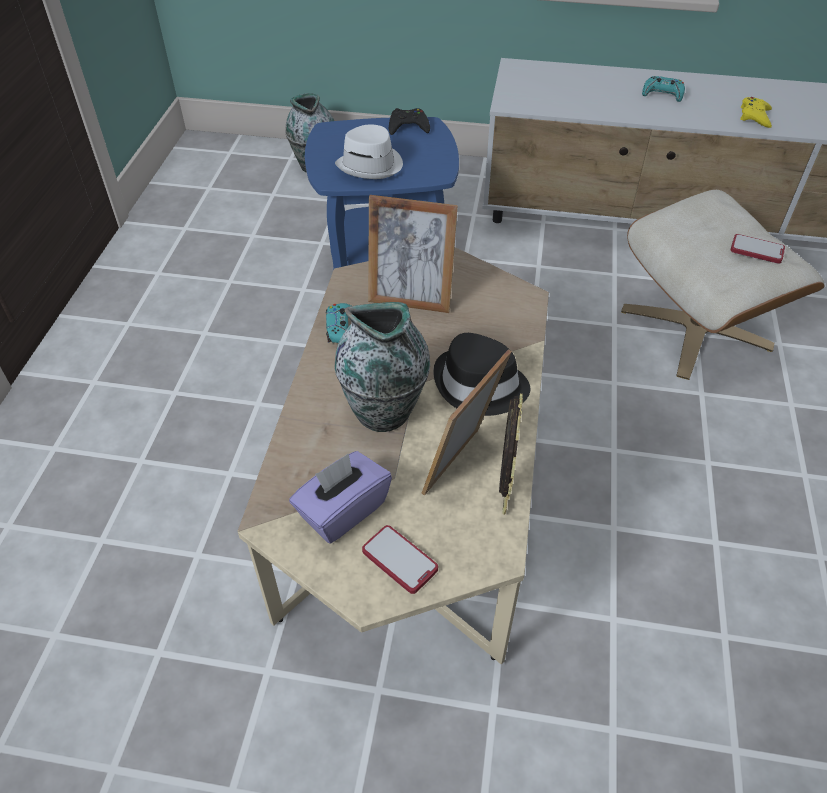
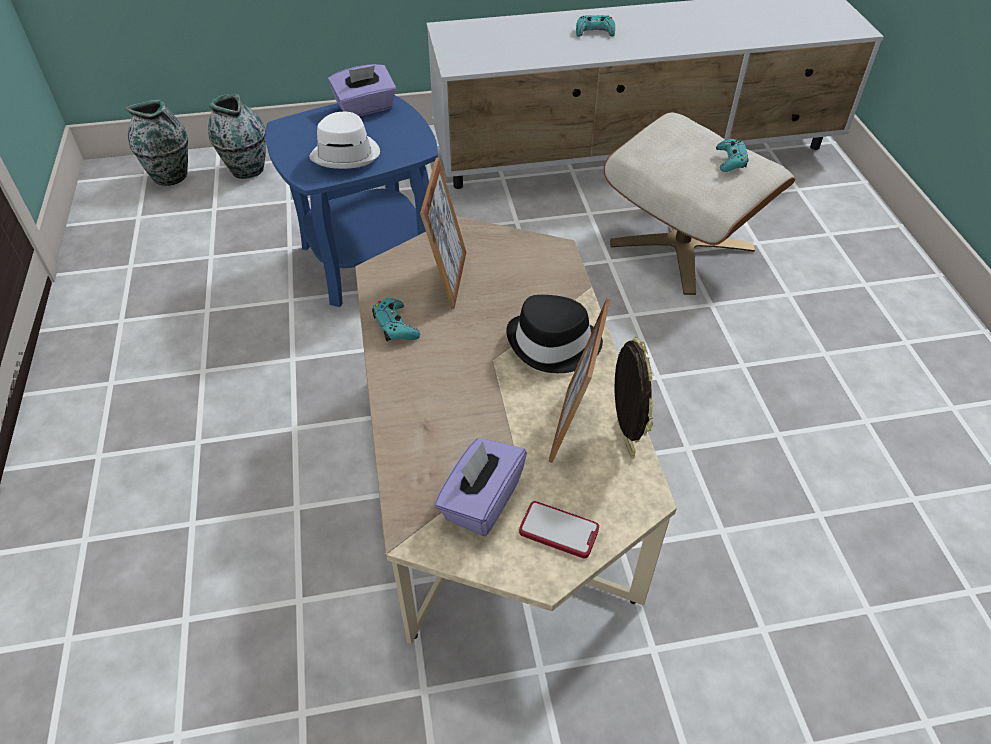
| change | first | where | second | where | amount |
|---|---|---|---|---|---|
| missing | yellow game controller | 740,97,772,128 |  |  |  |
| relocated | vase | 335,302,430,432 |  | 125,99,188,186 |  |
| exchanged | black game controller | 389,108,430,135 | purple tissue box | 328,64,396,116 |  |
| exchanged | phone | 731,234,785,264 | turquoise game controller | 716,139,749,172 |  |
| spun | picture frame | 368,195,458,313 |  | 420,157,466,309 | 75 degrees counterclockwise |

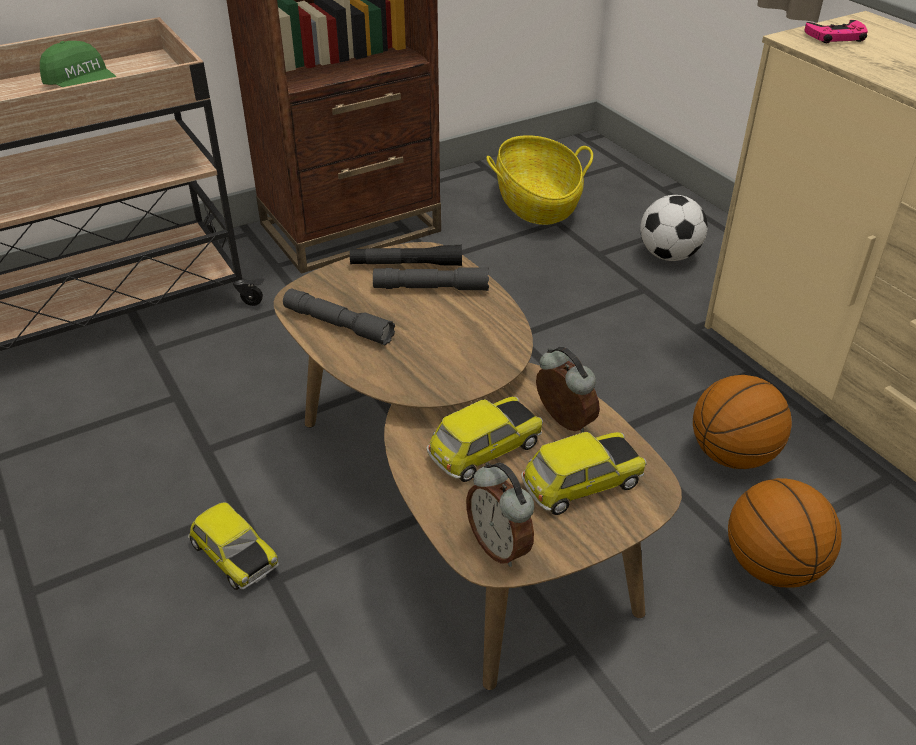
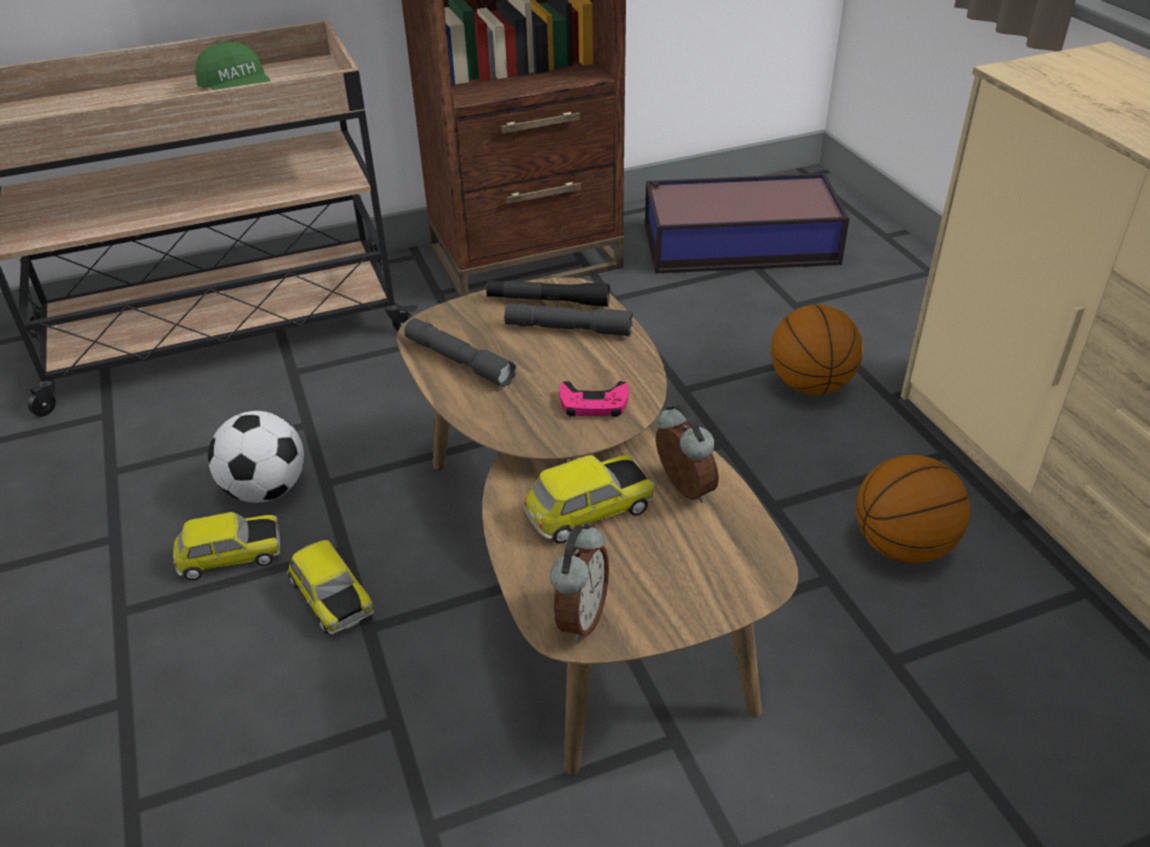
| change | first | where | second | where | amount |
|---|---|---|---|---|---|
| relocated | toy car | 521,432,647,515 |  | 173,512,280,580 |  |
| relocated | football | 640,195,708,261 |  | 208,411,304,503 |  |
| relocated | basketball | 728,478,842,588 |  | 771,304,863,395 |  |
| relocated | pink game controller | 804,20,868,43 |  | 560,381,629,417 |  |
| exchanged | basket | 486,135,593,225 | storage box | 645,173,850,274 |  |
| spun | alarm clock | 466,462,534,567 |  | 550,523,609,642 | 135 degrees counterclockwise |

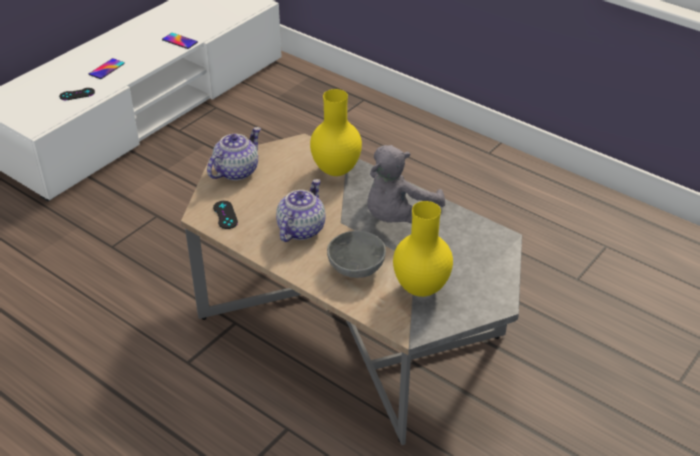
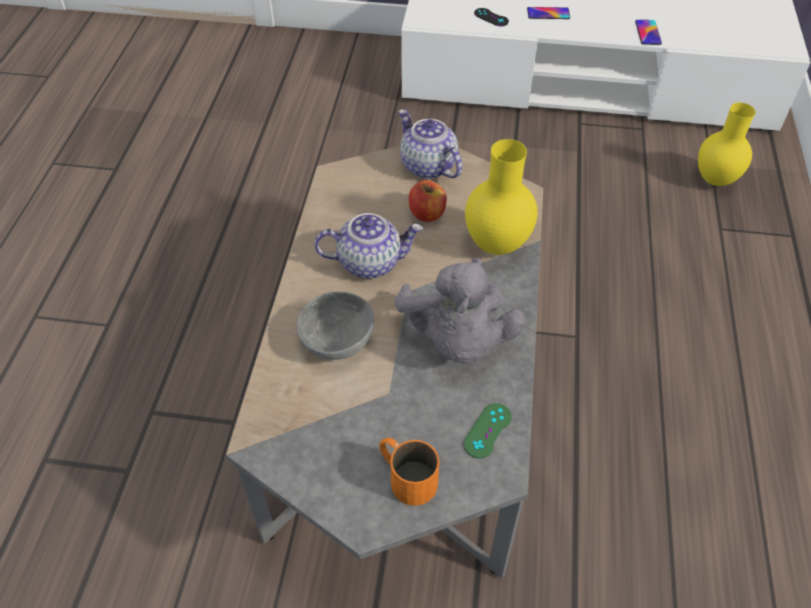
| change | first | where | second | where | amount |
|---|---|---|---|---|---|
| missing | black game controller | 213,201,238,229 |  |  |  |
| appeared |  |  | orange mug | 379,437,439,506 |  |
| appeared |  |  | apple | 409,180,447,222 |  |
| appeared |  |  | green game controller | 464,403,512,458 |  |
| relocated | yellow vase | 393,201,453,297 |  | 698,103,756,186 |  |
| spun | teapot | 207,127,261,181 |  | 399,109,462,179 | 135 degrees counterclockwise |
| spun | grey plush toy | 367,145,445,223 |  | 394,258,525,363 | 105 degrees counterclockwise |

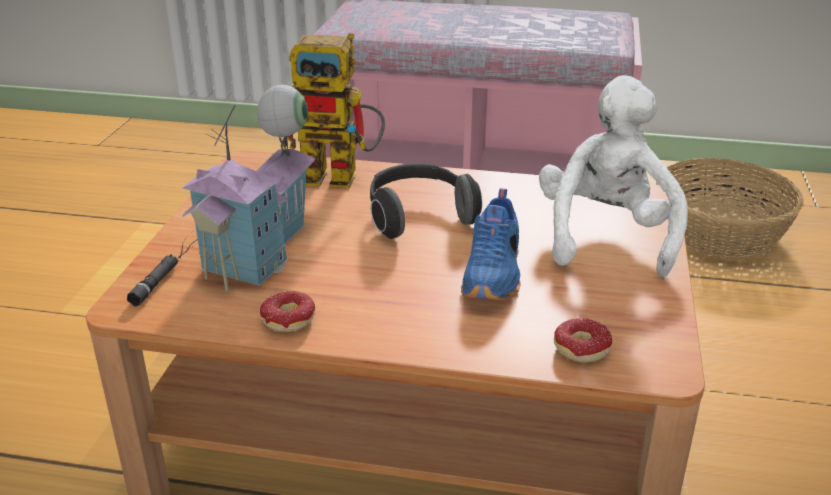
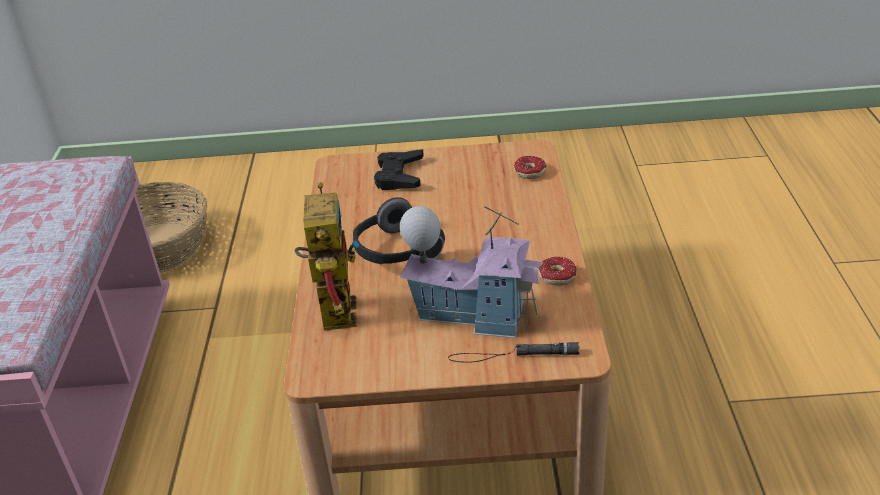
| change | first | where | second | where | amount |
|---|---|---|---|---|---|
| missing | blue shoe | 461,188,520,300 |  |  |  |
| exchanged | white plush toy | 539,75,688,277 | black game controller | 374,149,424,190 |  |

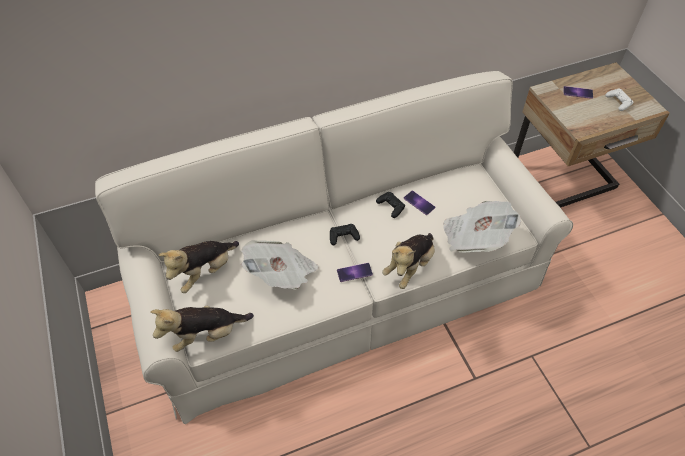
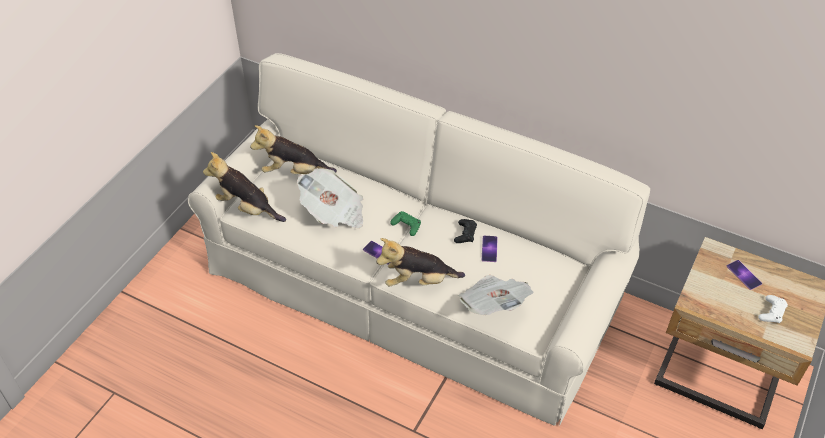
| change | first | where | second | where | amount |
|---|---|---|---|---|---|
| colour | black game controller | 330,224,360,245 | green game controller | 390,211,421,236 |  |

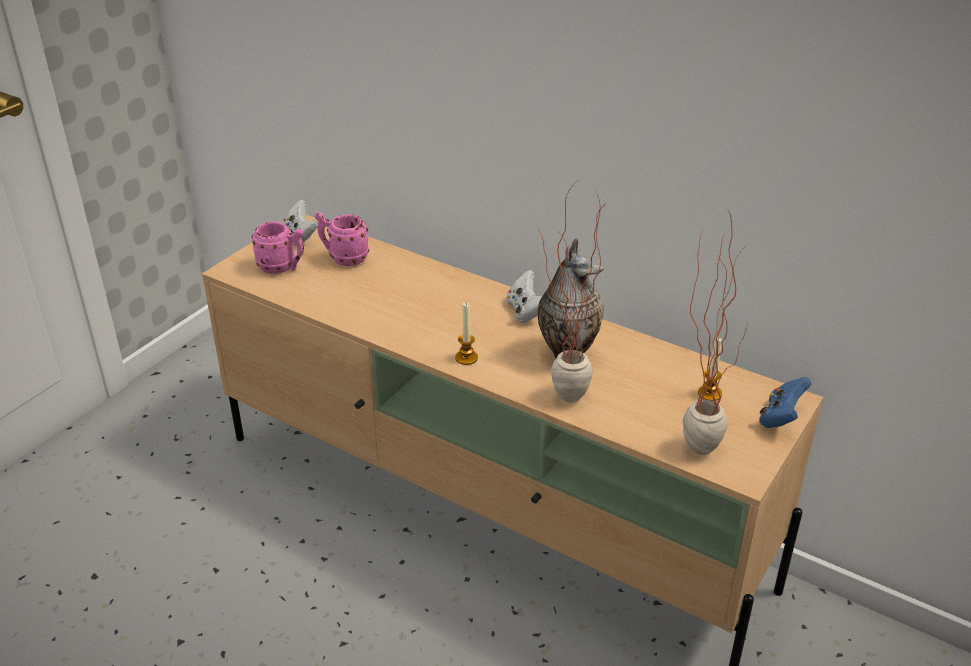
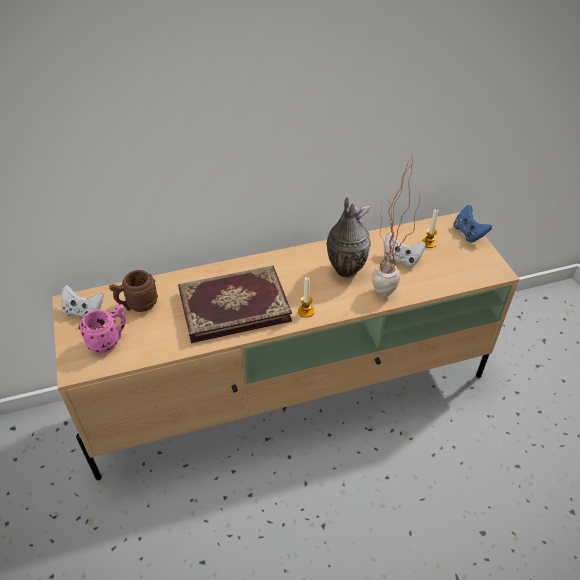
| change | first | where | second | where | amount |
|---|---|---|---|---|---|
| missing | potted plant | 683,211,747,455 |  |  |  |
| appeared |  |  | book | 178,266,292,343 |  |
| relocated | white game controller | 506,270,542,323 |  | 384,232,426,267 |  |
| colour | pink mug | 315,212,369,266 | brown mug | 109,270,158,312 |  |

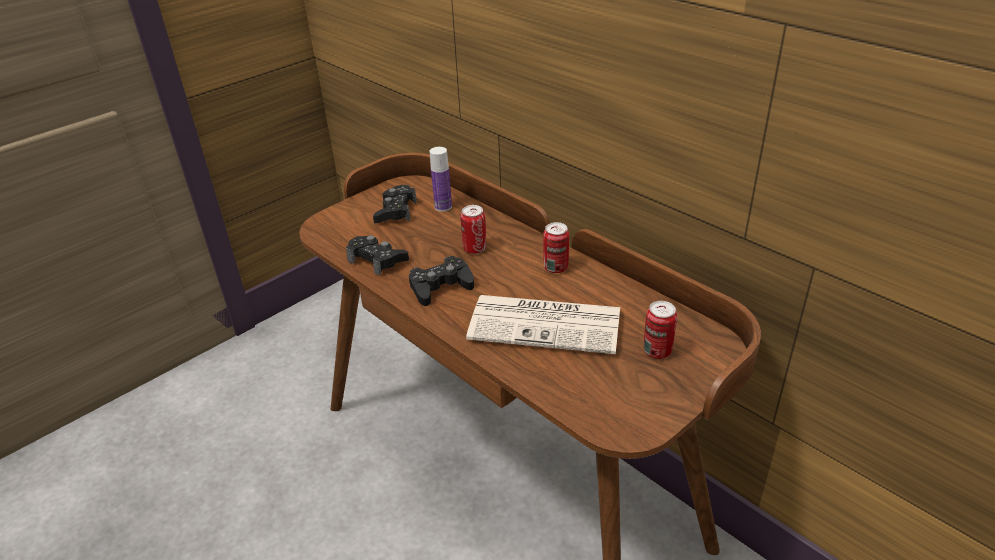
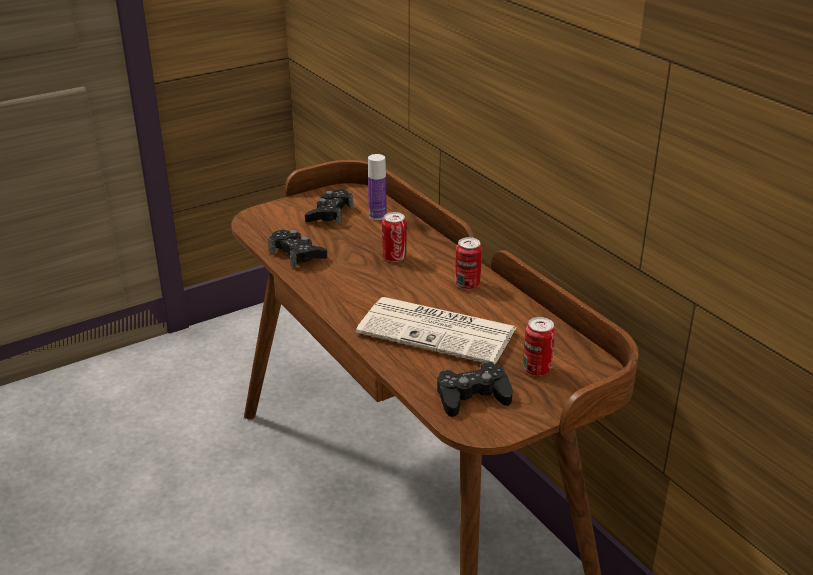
| change | first | where | second | where | amount |
|---|---|---|---|---|---|
| relocated | black game controller | 409,256,474,306 |  | 437,362,513,417 |  |

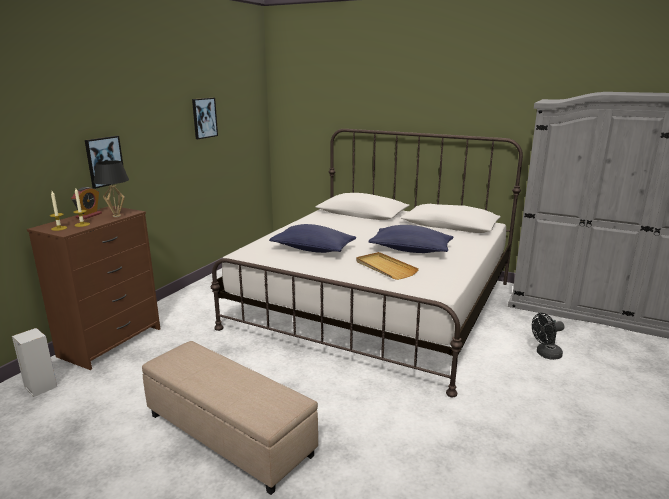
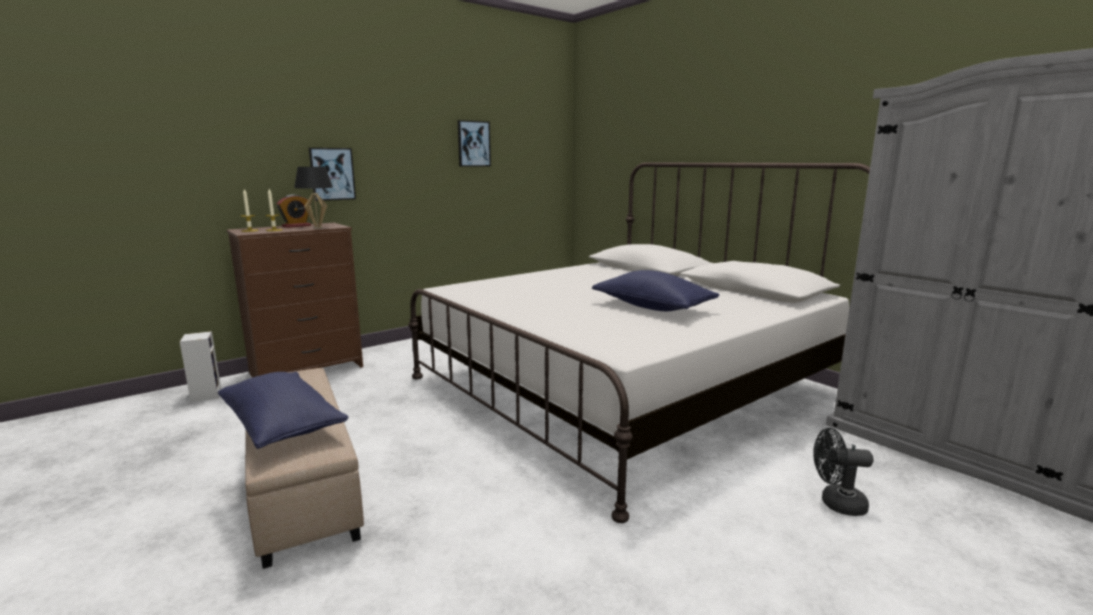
| change | first | where | second | where | amount |
|---|---|---|---|---|---|
| missing | beige tray | 356,252,419,280 |  |  |  |
| relocated | blue pillow | 269,224,356,253 |  | 218,372,348,449 |  |

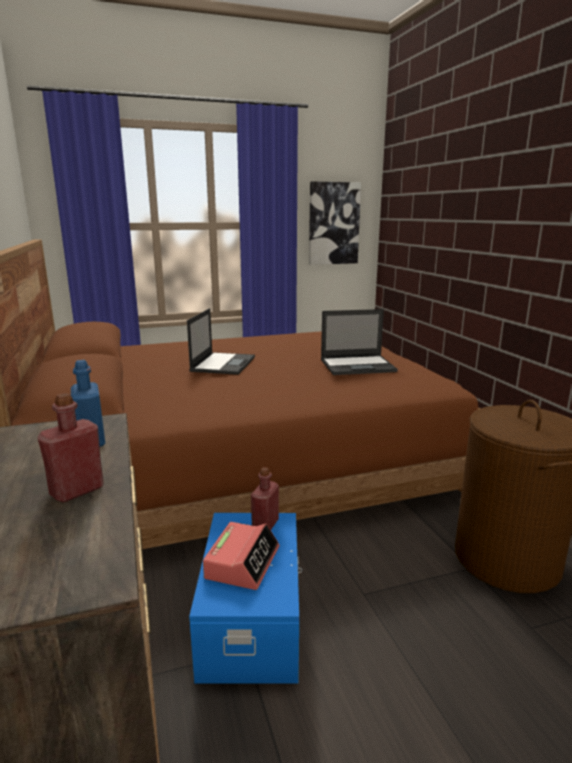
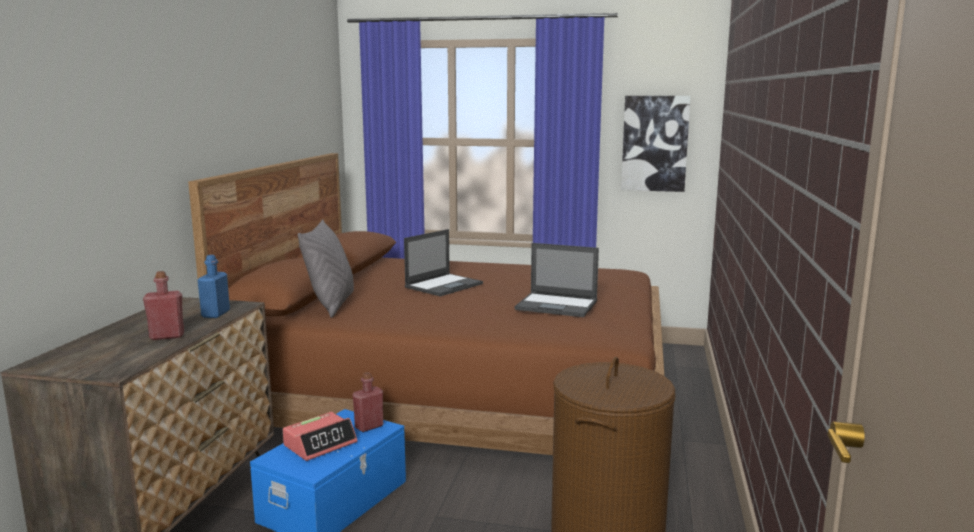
| change | first | where | second | where | amount |
|---|---|---|---|---|---|
| appeared |  |  | grey pillow | 298,220,354,318 |  |

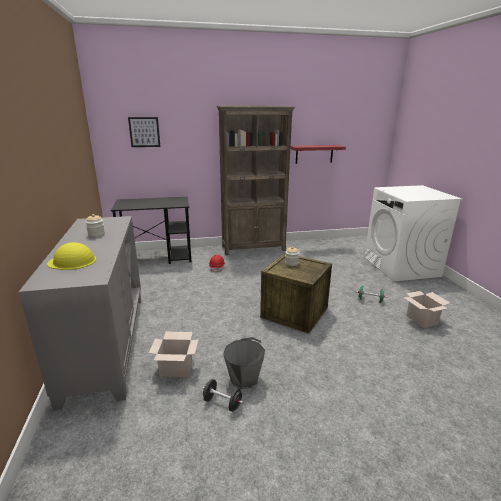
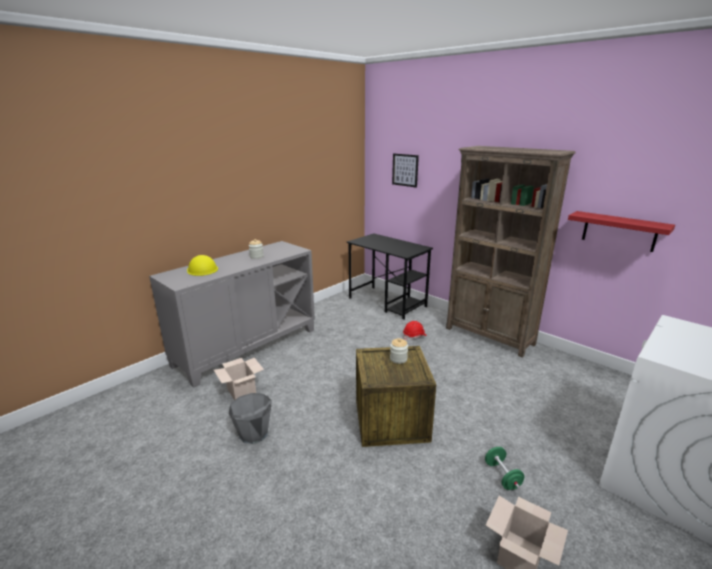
| change | first | where | second | where | amount |
|---|---|---|---|---|---|
| missing | black dumbbell | 202,379,244,412 |  |  |  |

